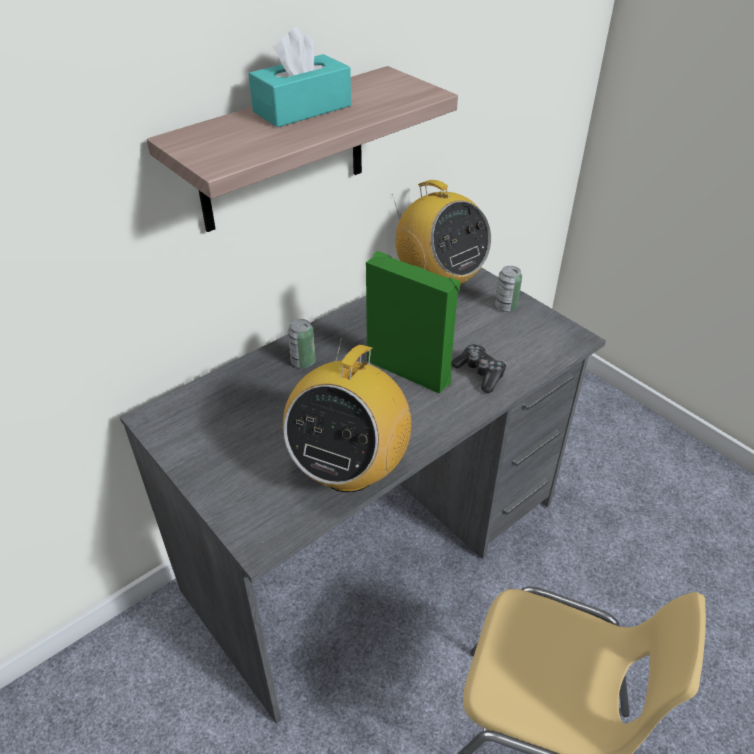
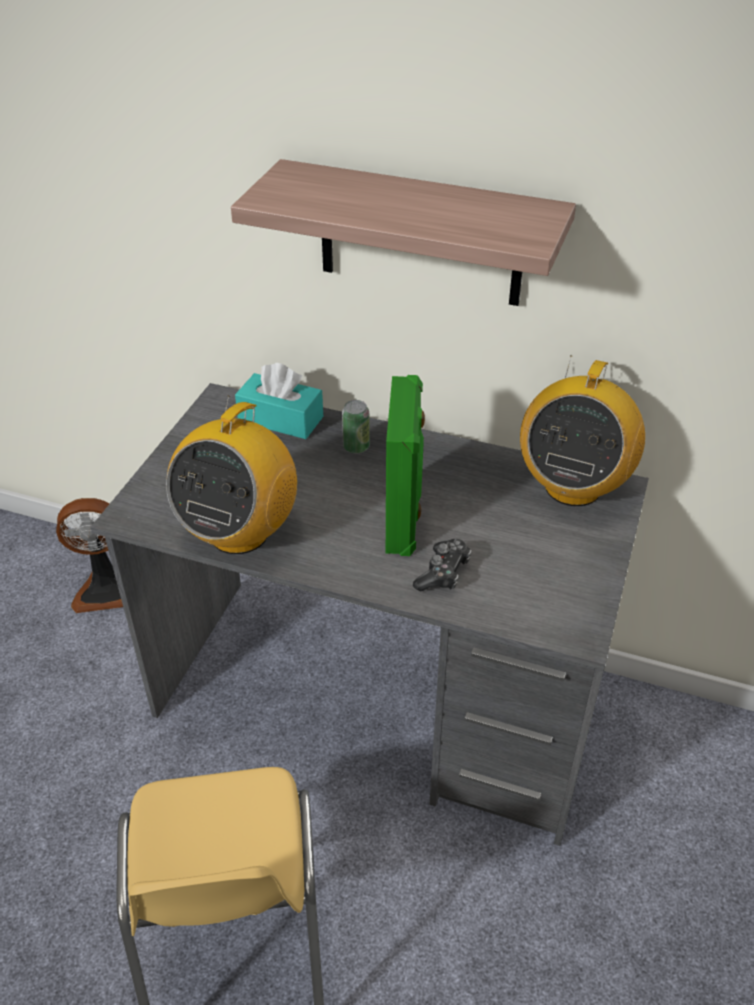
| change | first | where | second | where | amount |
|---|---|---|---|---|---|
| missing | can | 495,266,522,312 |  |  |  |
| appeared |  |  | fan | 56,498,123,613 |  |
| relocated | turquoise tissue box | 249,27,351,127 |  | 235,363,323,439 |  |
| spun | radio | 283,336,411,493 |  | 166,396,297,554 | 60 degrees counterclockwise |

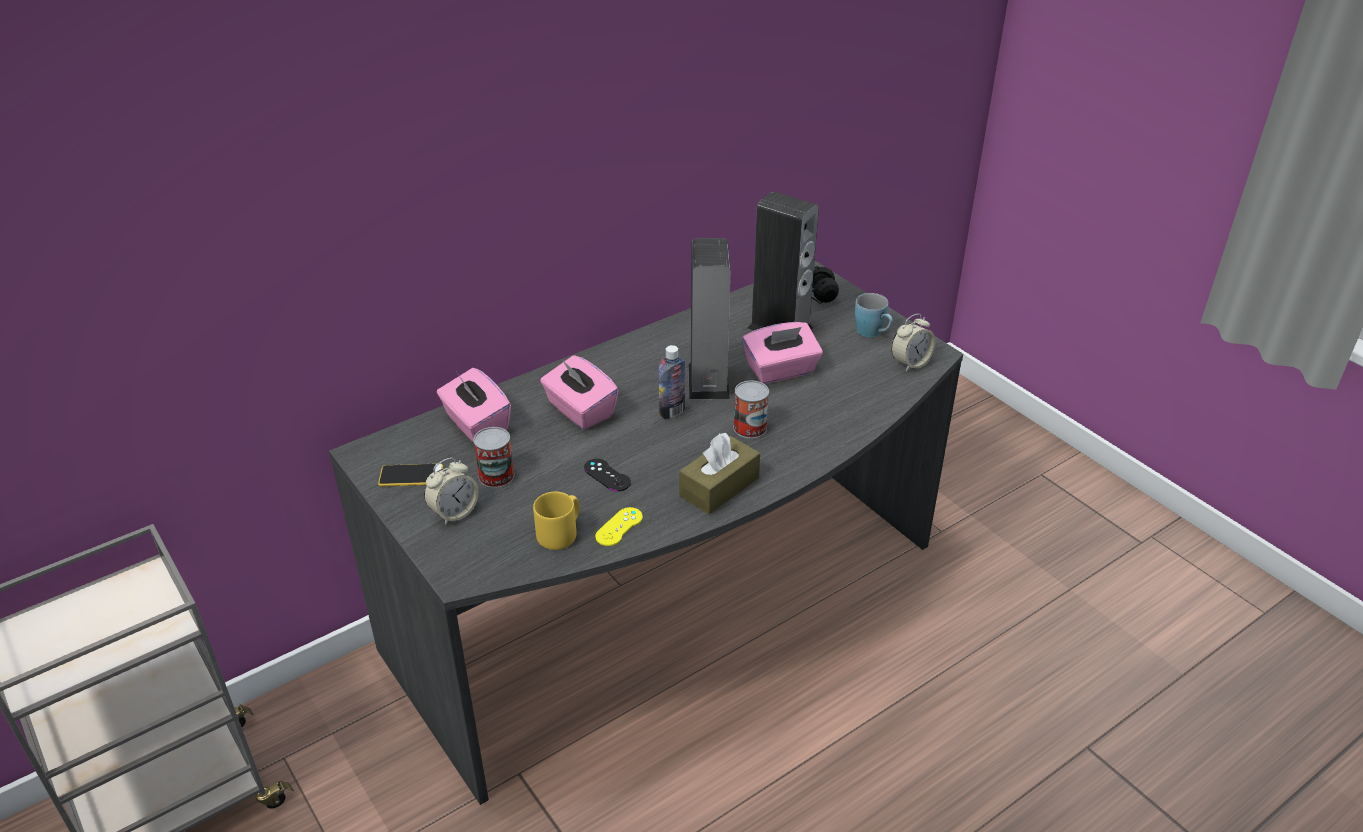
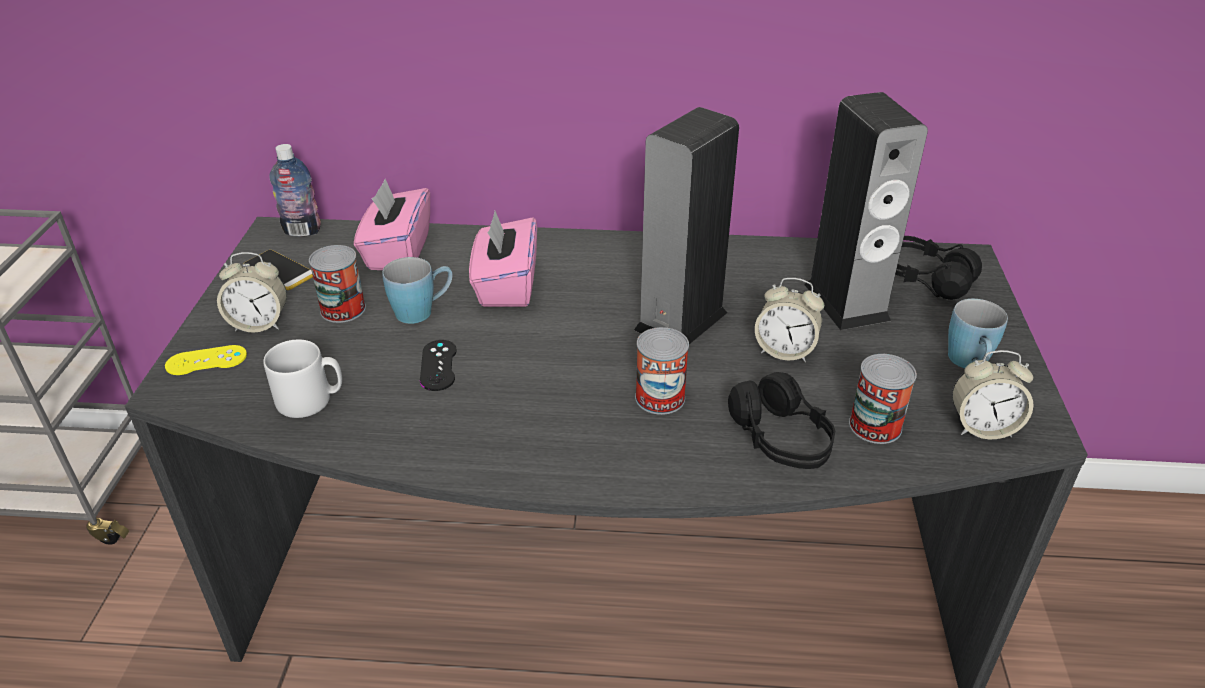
| change | first | where | second | where | amount |
|---|---|---|---|---|---|
| missing | brown tissue box | 679,433,760,514 |  |  |  |
| appeared |  |  | blue mug | 382,257,452,324 |  |
| appeared |  |  | black headphones | 728,372,835,469 |  |
| appeared |  |  | can | 849,354,917,444 |  |
| relocated | yellow game controller | 595,507,643,546 |  | 165,345,247,375 |  |
| relocated | bottle | 659,345,685,419 |  | 269,144,321,237 |  |
| exchanged | pink tissue box | 742,322,823,384 | alarm clock | 755,278,824,362 |  |
| colour | yellow mug | 533,492,579,550 | grey mug | 263,339,342,418 |  |

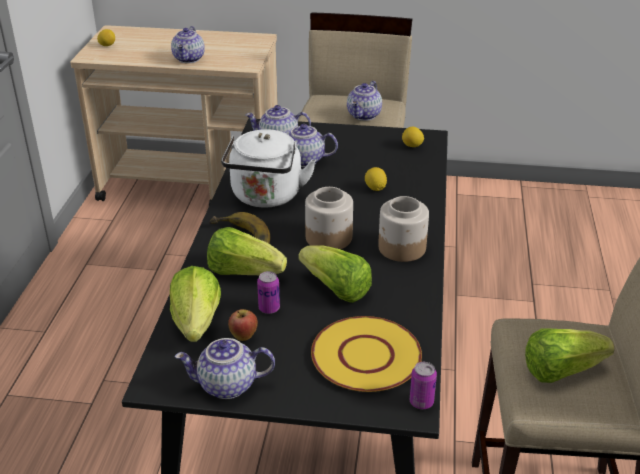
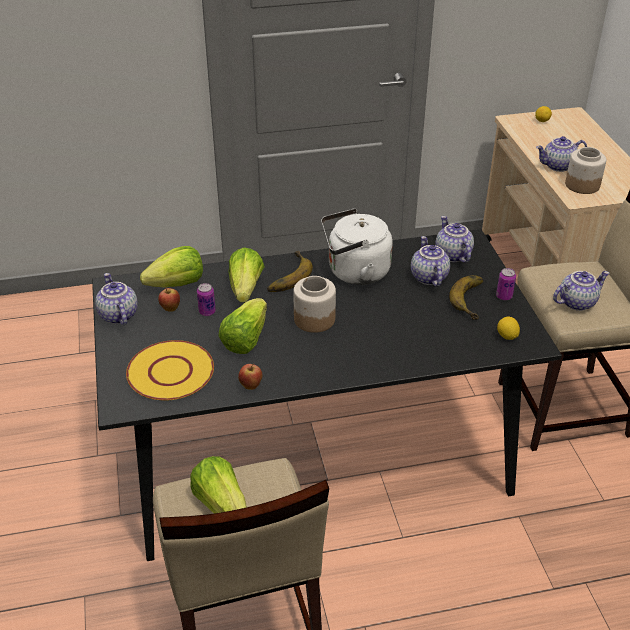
| change | first | where | second | where | amount |
|---|---|---|---|---|---|
| missing | lemon | 365,167,387,191 |  |  |  |
| appeared |  |  | apple | 238,364,263,390 |  |
| appeared |  |  | banana | 449,275,484,320 |  |
| relocated | jar | 378,196,429,262 |  | 565,147,606,194 |  |
| relocated | can | 410,362,437,409 |  | 496,268,516,300 |  |
| spun | teapot | 347,81,382,121 |  | 553,271,610,311 | 150 degrees clockwise |

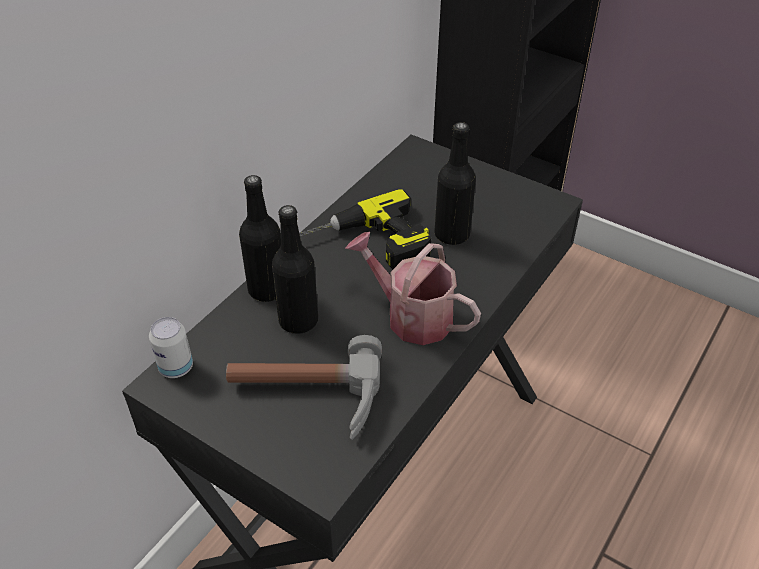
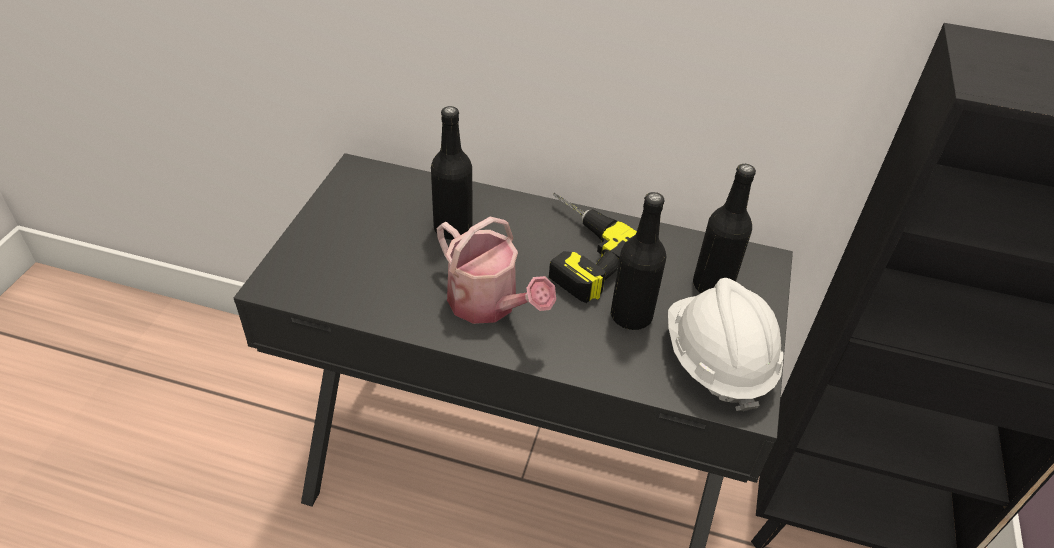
| change | first | where | second | where | amount |
|---|---|---|---|---|---|
| missing | can | 149,317,193,378 |  |  |  |
| missing | hammer | 226,335,382,440 |  |  |  |
| appeared |  |  | white hard hat | 668,278,784,411 |  |
| relocated | black bottle | 239,175,281,302 |  | 693,164,756,293 |  |
| spun | watering can | 345,232,481,345 |  | 437,217,556,324 | 120 degrees clockwise |

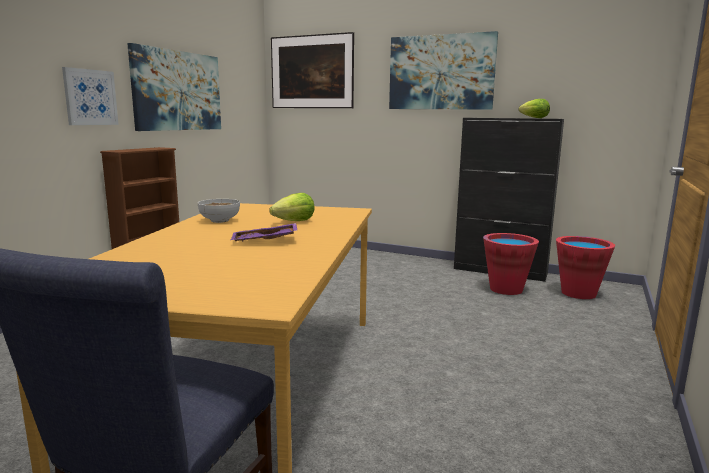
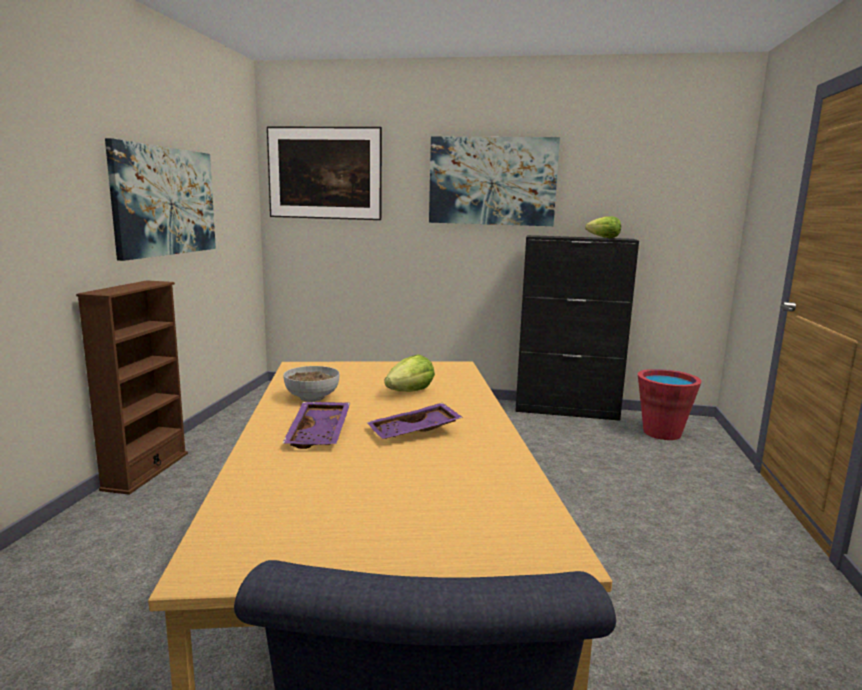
| change | first | where | second | where | amount |
|---|---|---|---|---|---|
| missing | picture | 62,67,119,125 |  |  |  |
| missing | red bucket | 483,233,539,295 |  |  |  |
| appeared |  |  | purple tray | 282,402,350,449 |  |

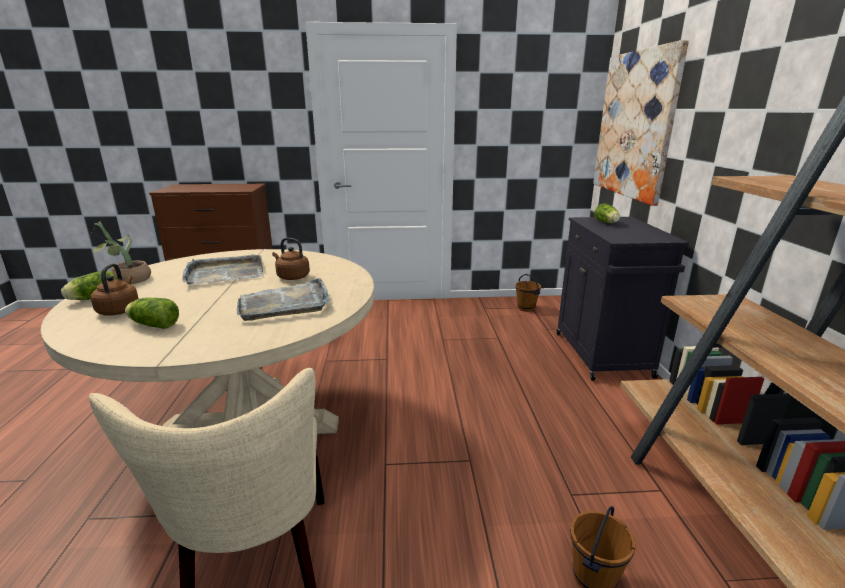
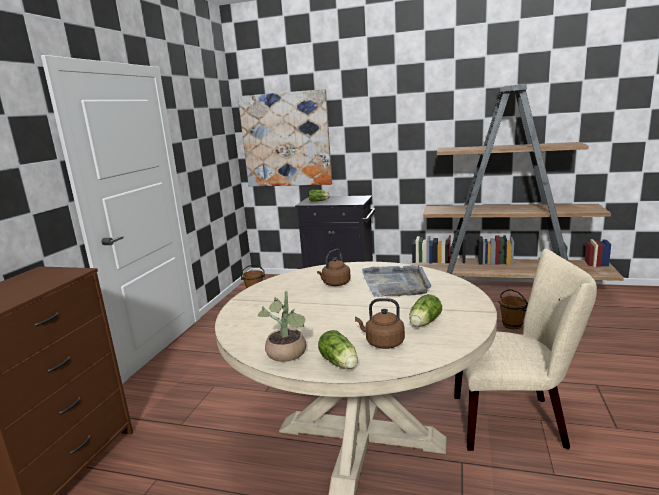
| change | first | where | second | where | amount |
|---|---|---|---|---|---|
| missing | grey tray | 183,255,264,284 |  |  |  |

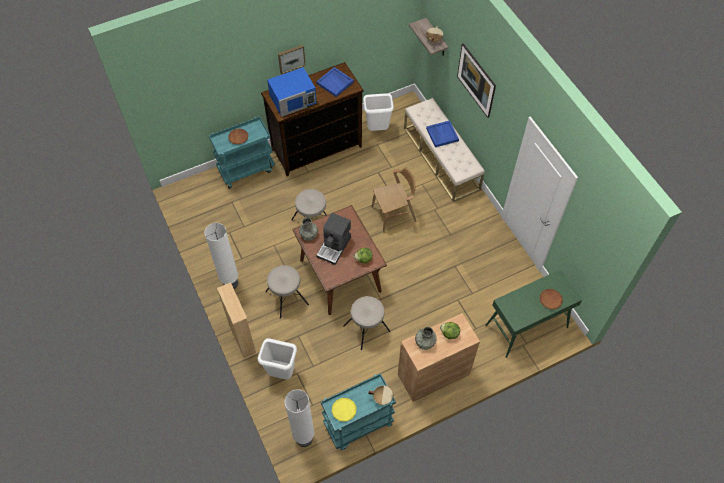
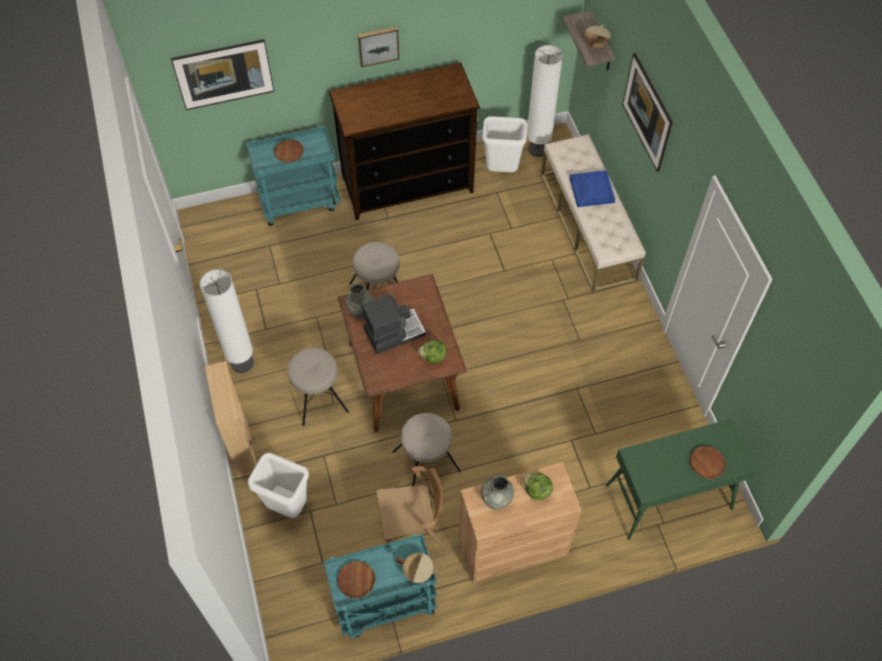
| change | first | where | second | where | amount |
|---|---|---|---|---|---|
| missing | blue microwave | 267,67,316,117 |  |  |  |
| missing | blue tray | 317,67,354,97 |  |  |  |
| appeared |  |  | picture | 171,39,274,110 |  |
| relocated | white floor lamp | 284,389,314,447 |  | 527,45,563,157 |  |
| relocated | brown chair | 372,168,416,232 |  | 376,466,447,551 |  |
| colour | yellow plate | 332,398,357,422 | brown plate | 337,561,376,599 |  |
| spun | coffee machine | 316,213,351,265 |  | 362,294,426,354 | 150 degrees counterclockwise |

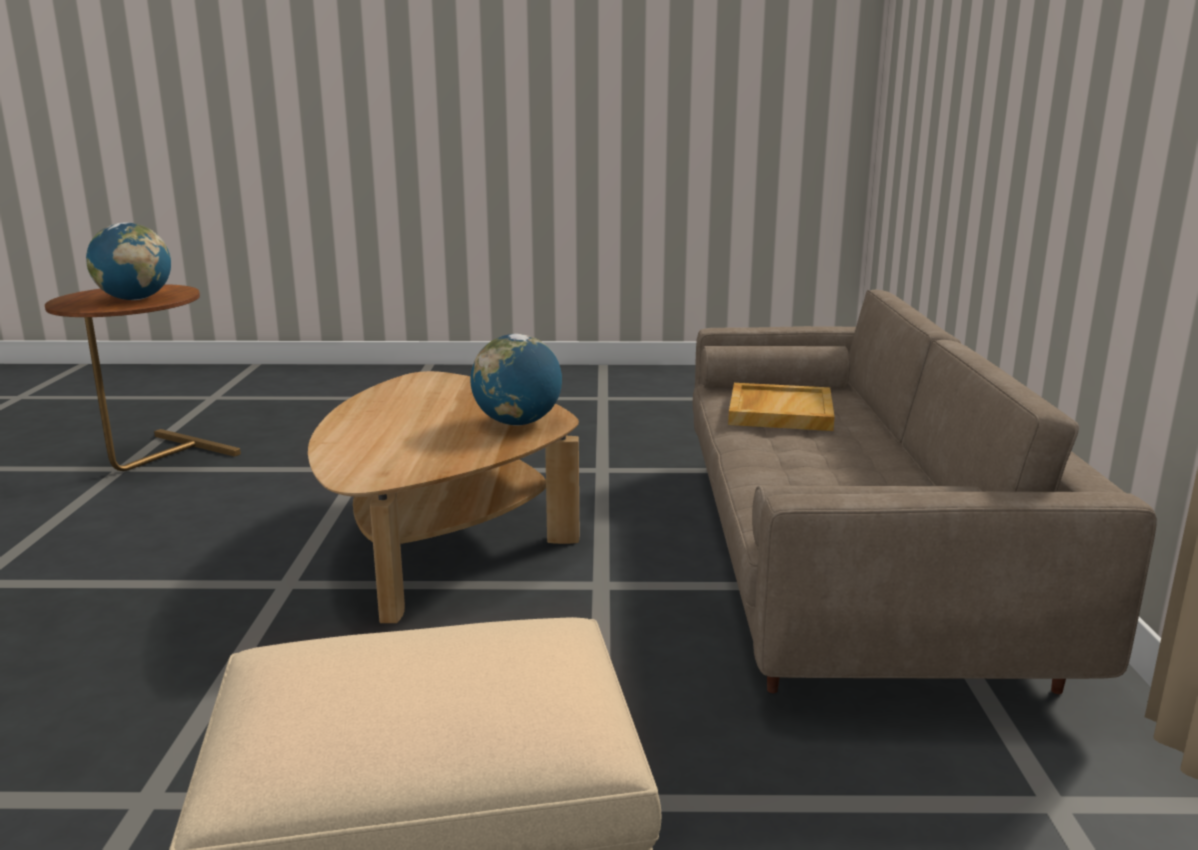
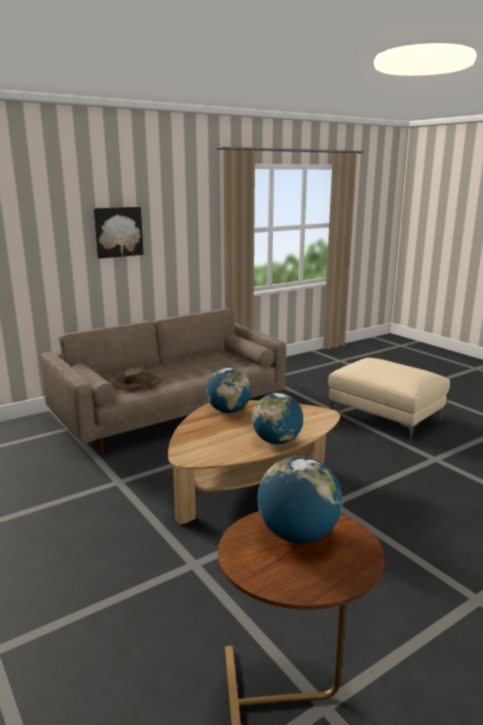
| change | first | where | second | where | amount |
|---|---|---|---|---|---|
| appeared |  |  | picture | 94,207,143,258 |  |
| appeared |  |  | globe | 252,393,303,444 |  |
| exchanged | beige tray | 728,383,835,431 | brown hat | 113,368,162,389 |  |

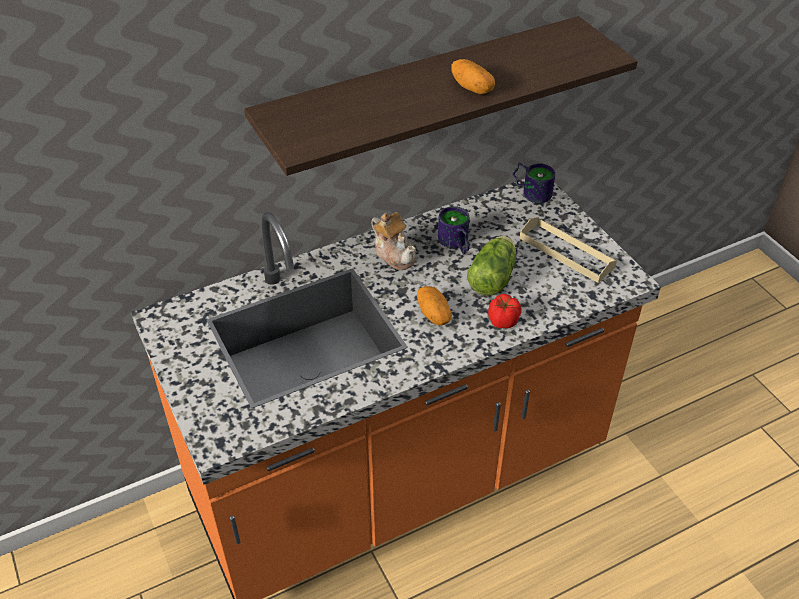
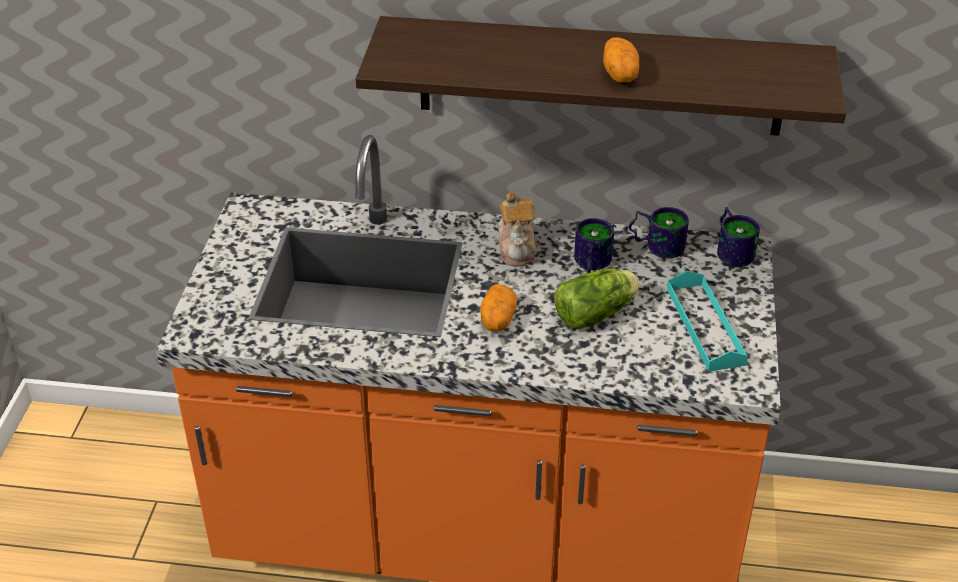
| change | first | where | second | where | amount |
|---|---|---|---|---|---|
| missing | tomato | 488,294,522,329 |  |  |  |
| appeared |  |  | mug | 629,207,689,258 |  |
| colour | beige tray | 520,217,617,283 | turquoise tray | 667,271,748,372 |  |

